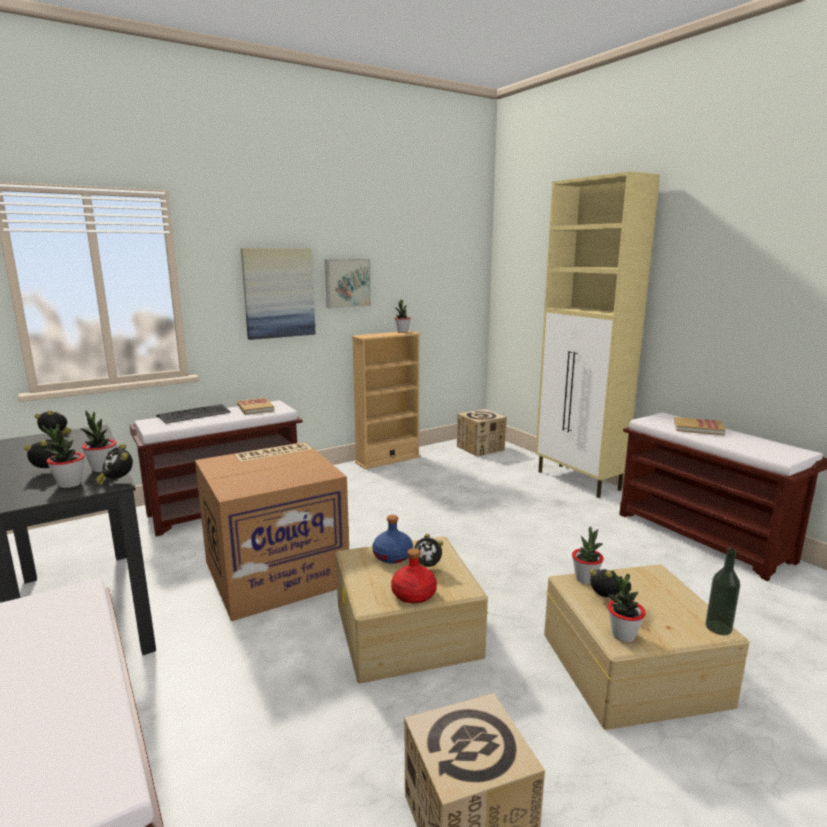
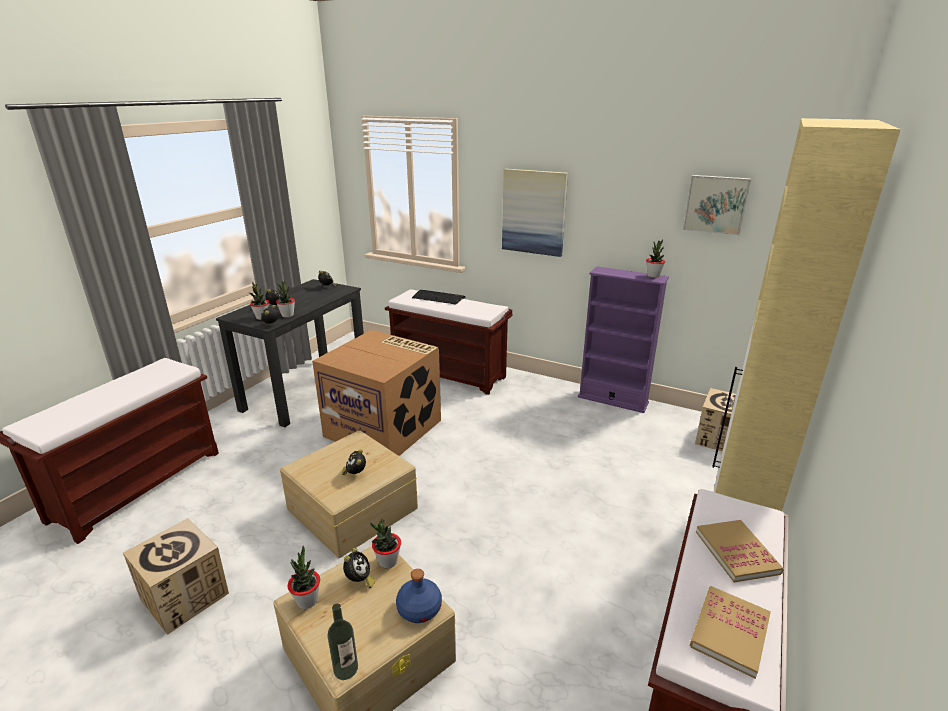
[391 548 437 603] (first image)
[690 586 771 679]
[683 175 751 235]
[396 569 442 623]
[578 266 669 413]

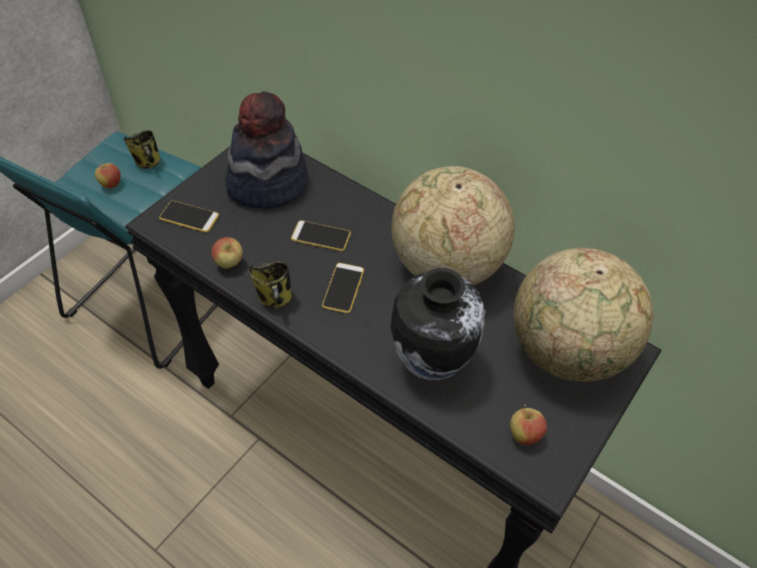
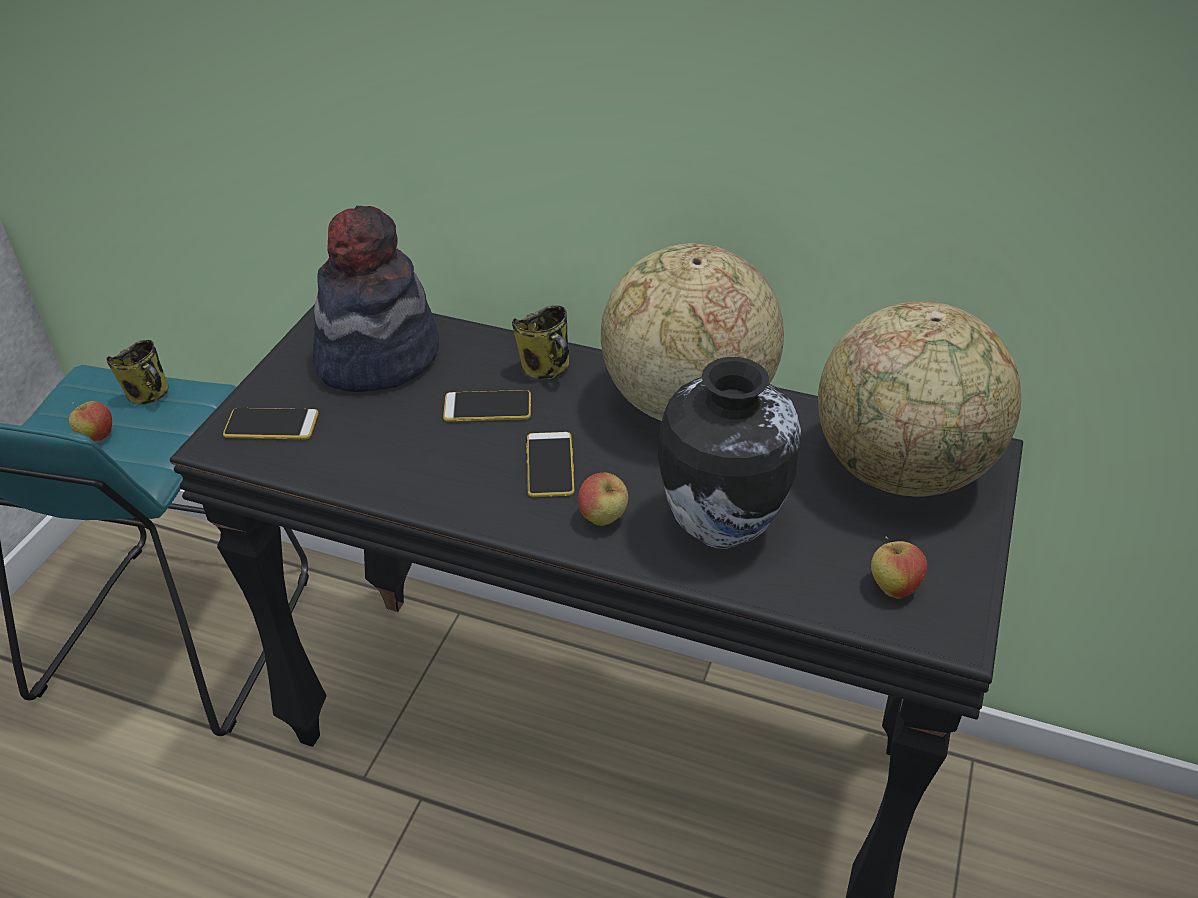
[578 473 628 526]
[512 305 569 380]

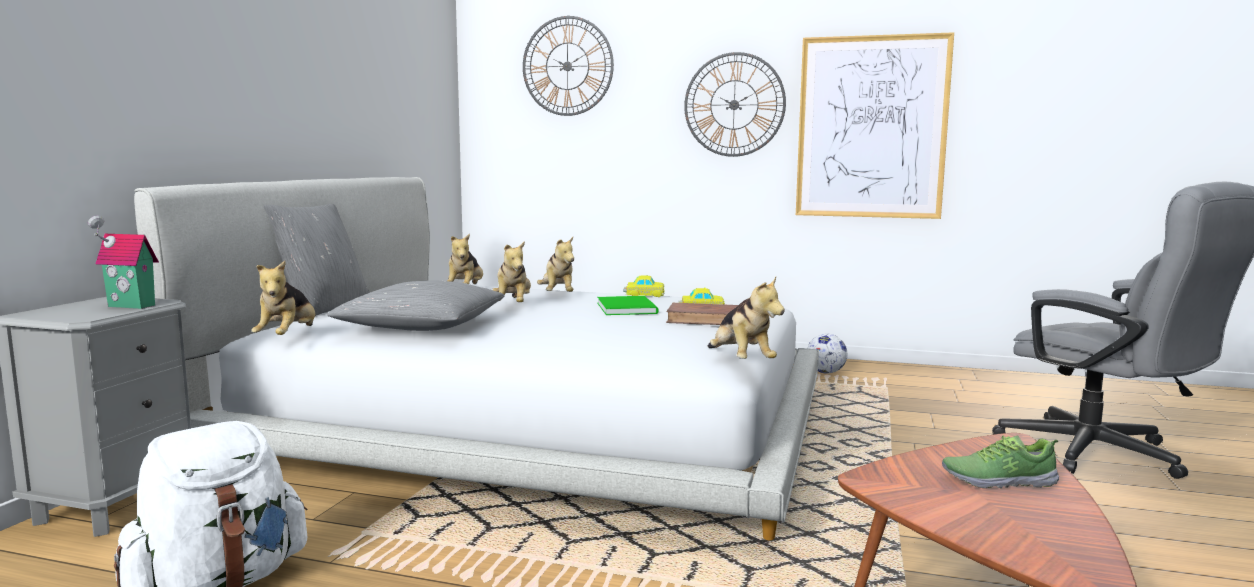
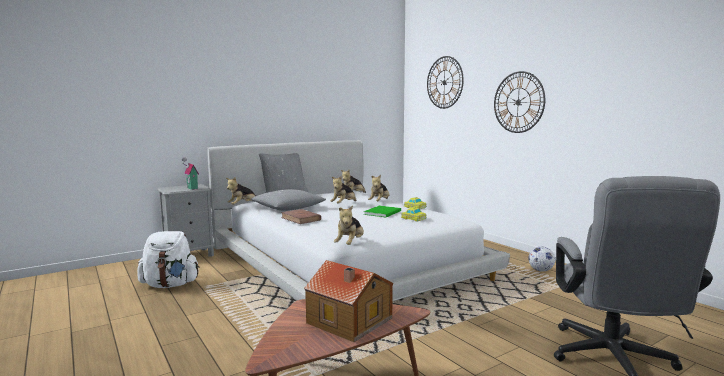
[796 32 954 219] (first image)
[281 209 321 224]
[304 260 393 342]

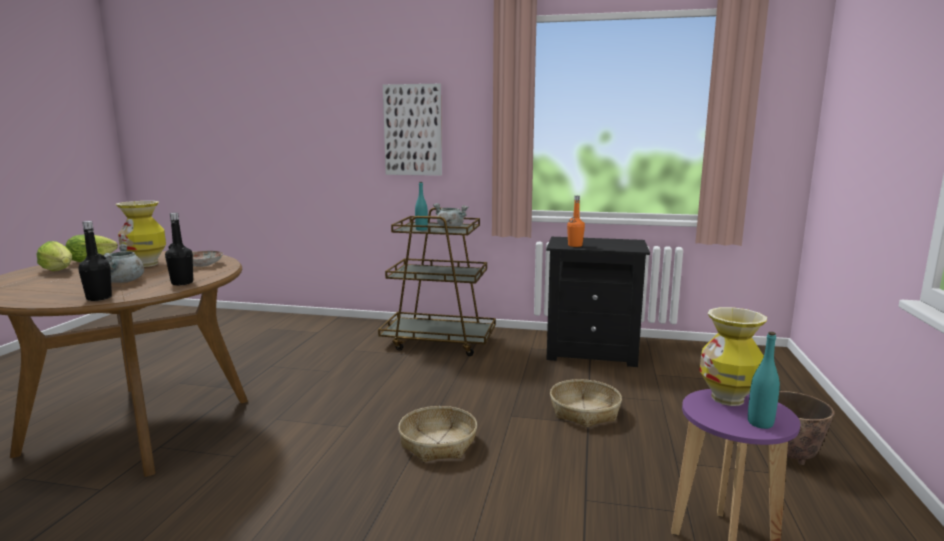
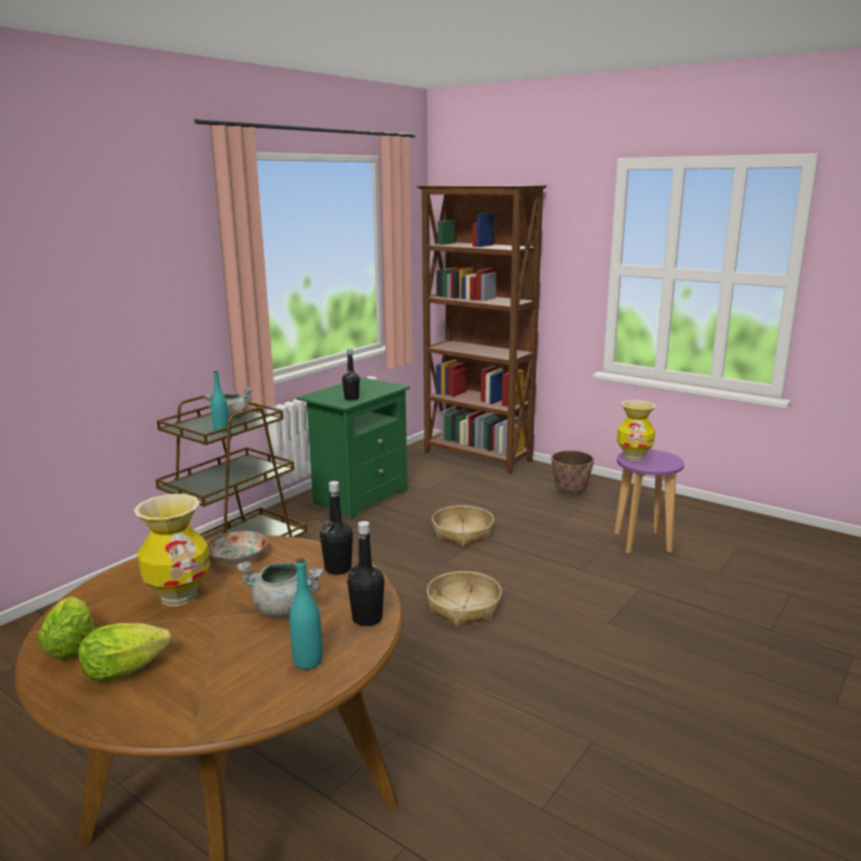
[383 84 442 176] (first image)
[416 185 547 474]
[289 557 322 670]
[297 377 410 520]
[342 349 360 401]

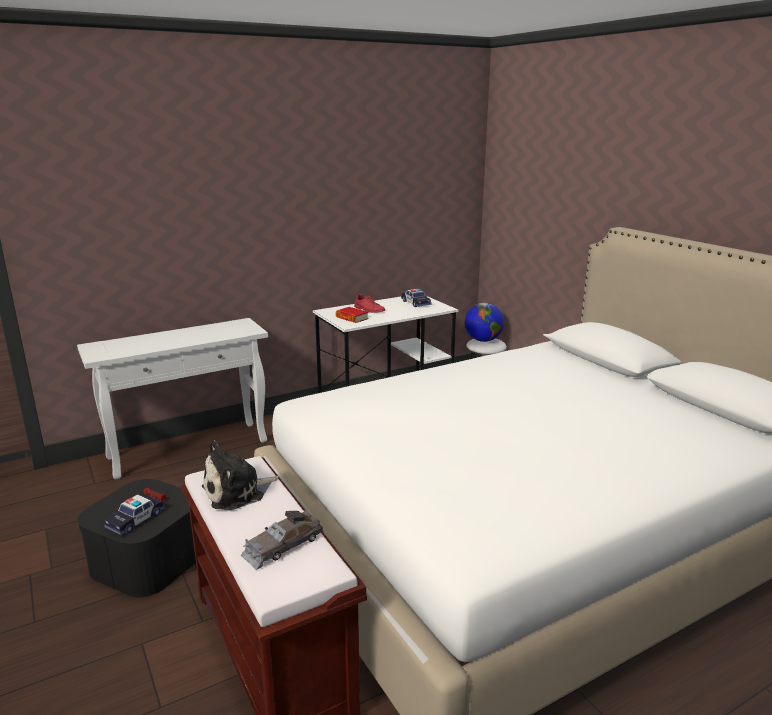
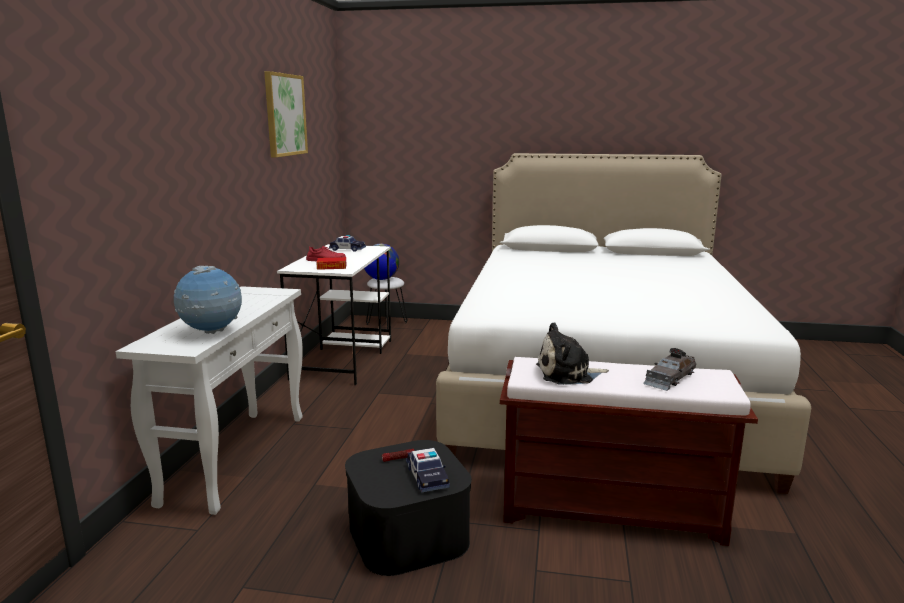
[174 266 242 334]
[264 71 308 157]
[536 322 609 385]
[643 348 696 391]

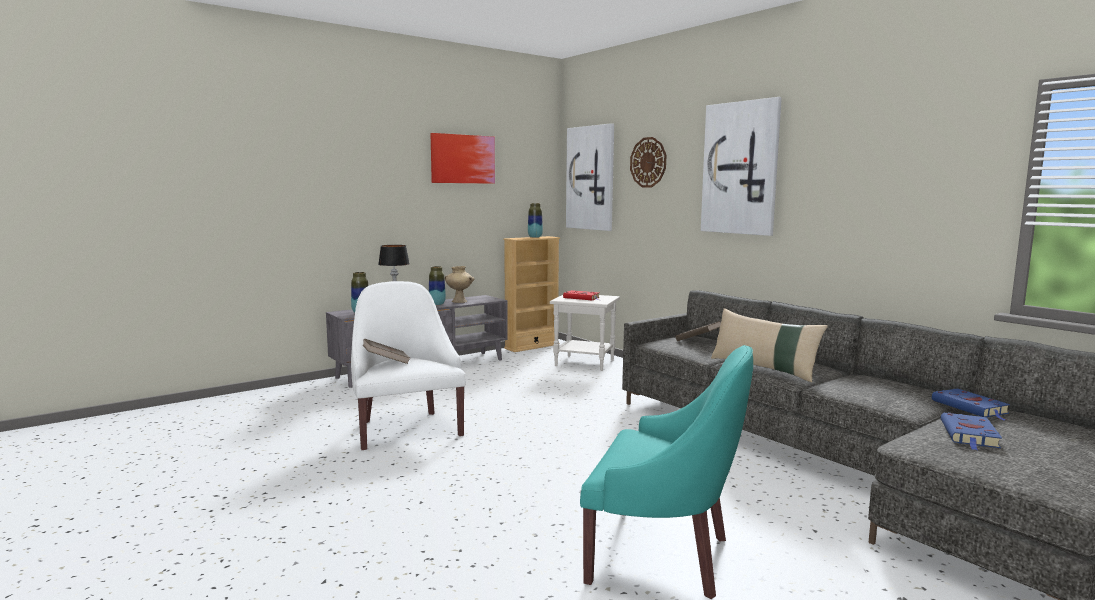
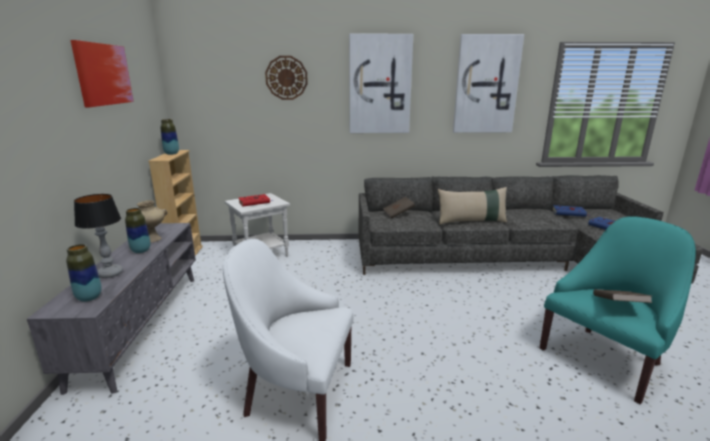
[593 289 652 303]
[453 34 524 133]

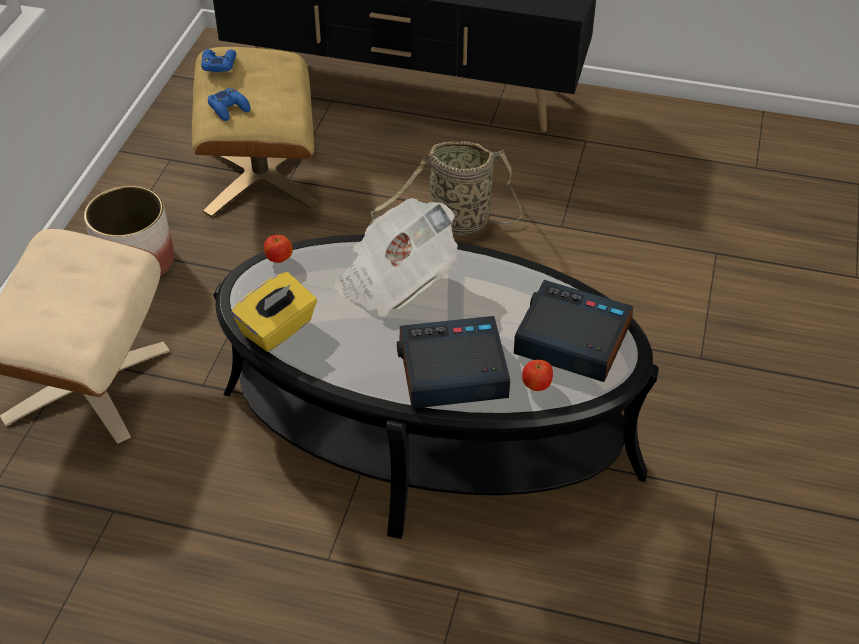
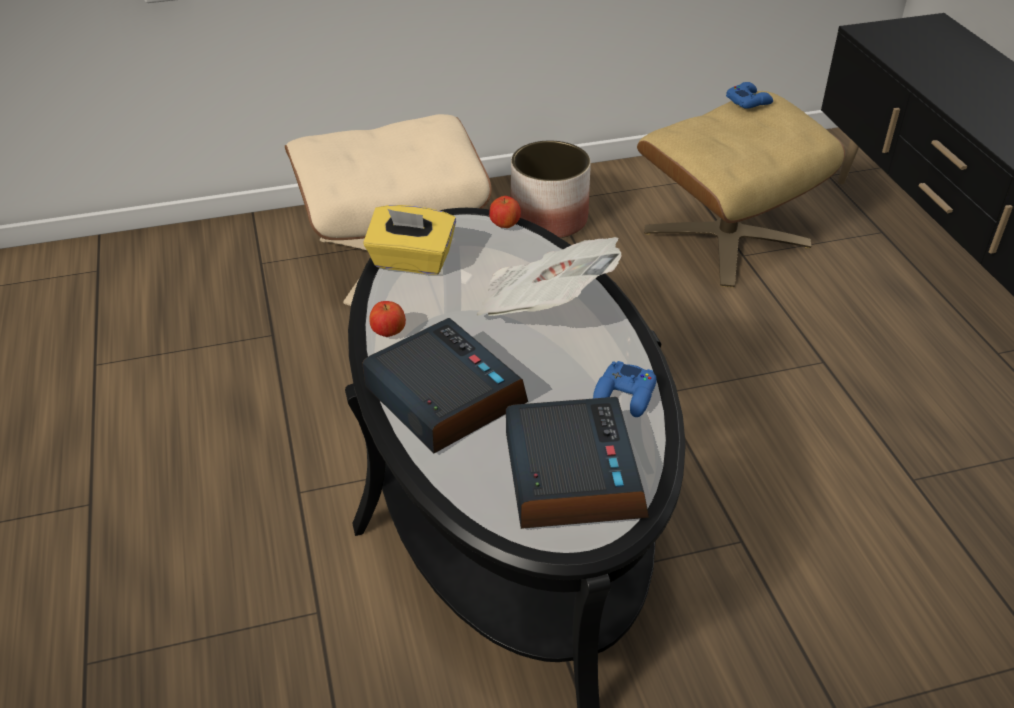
[371 141 522 235] (first image)
[593 361 657 417]
[369 301 406 337]

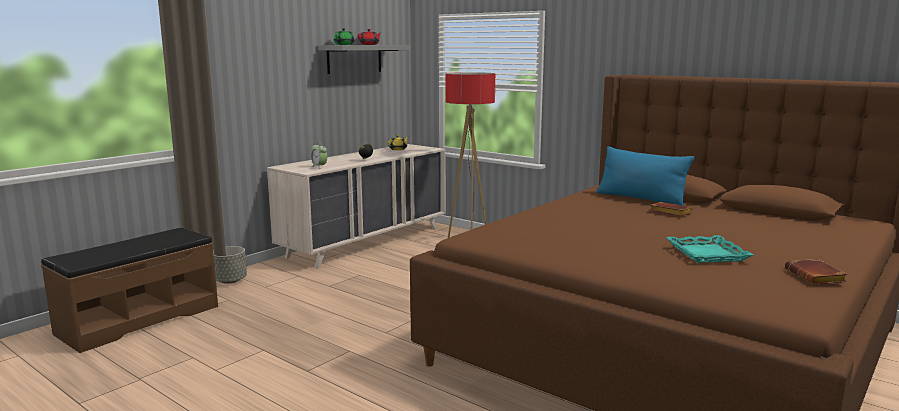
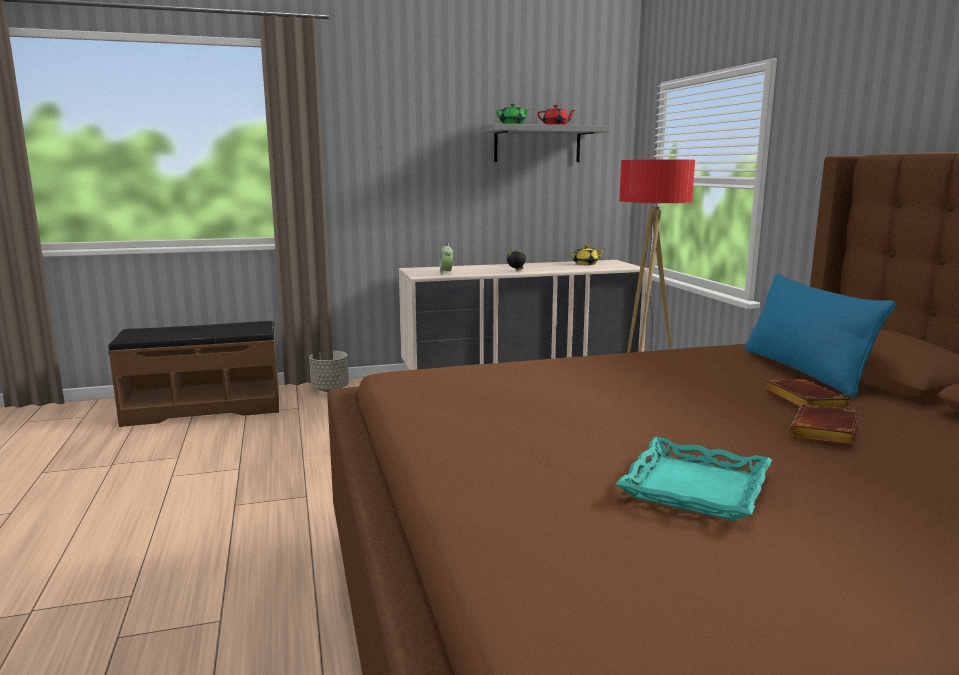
[790 404 859 446]

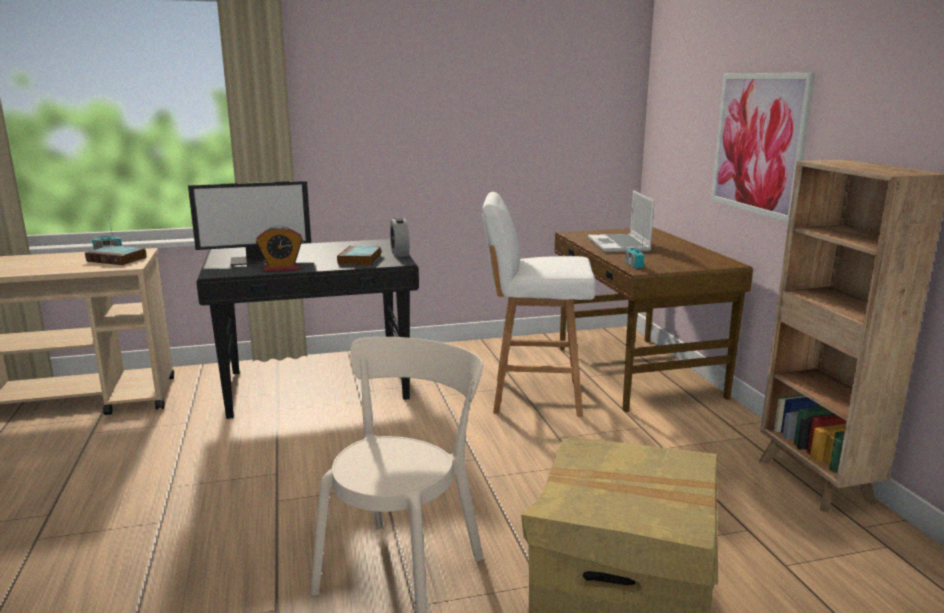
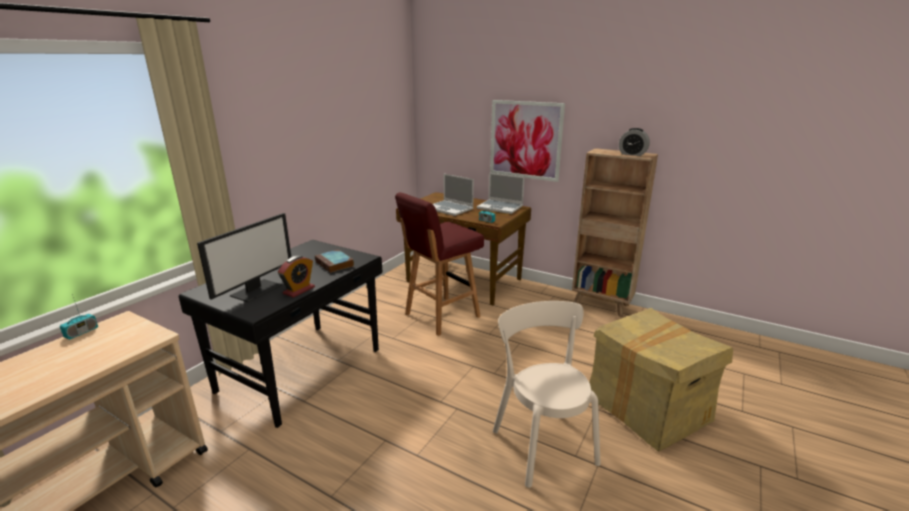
[85 245 147 265] (first image)
[477 173 525 214]
[619 128 650 156]
[395 192 484 336]

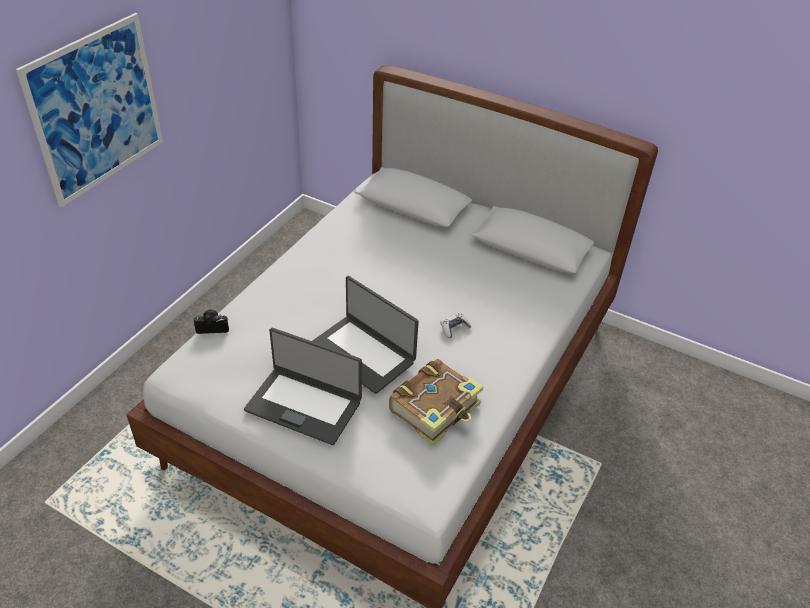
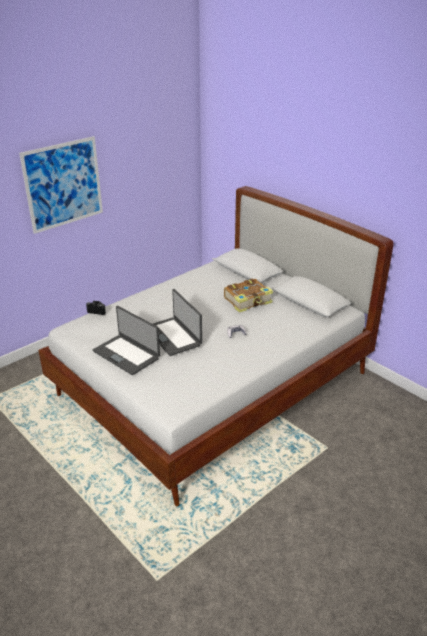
[224 279 273 313]

